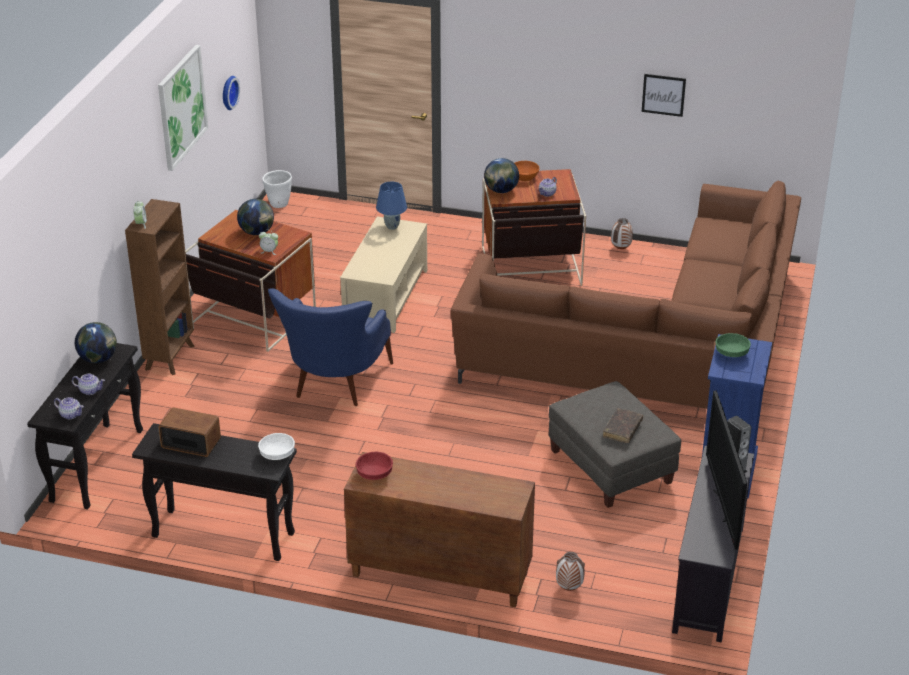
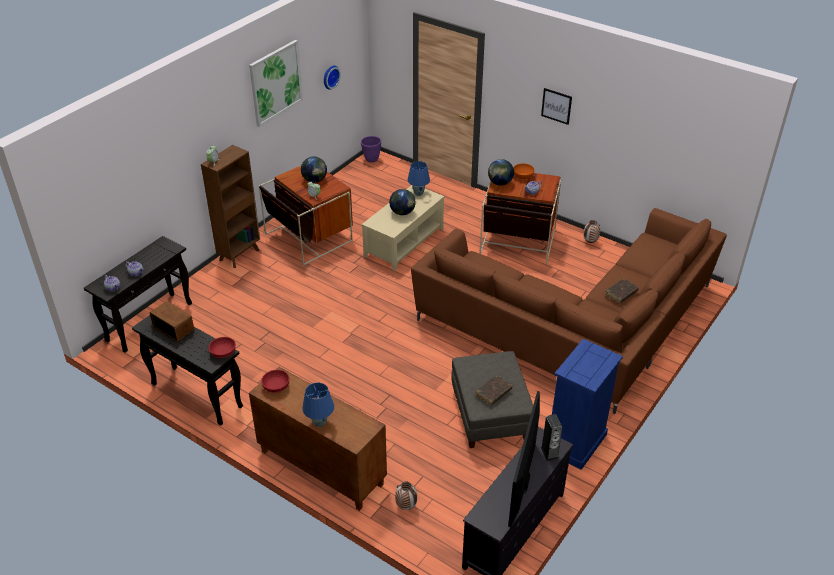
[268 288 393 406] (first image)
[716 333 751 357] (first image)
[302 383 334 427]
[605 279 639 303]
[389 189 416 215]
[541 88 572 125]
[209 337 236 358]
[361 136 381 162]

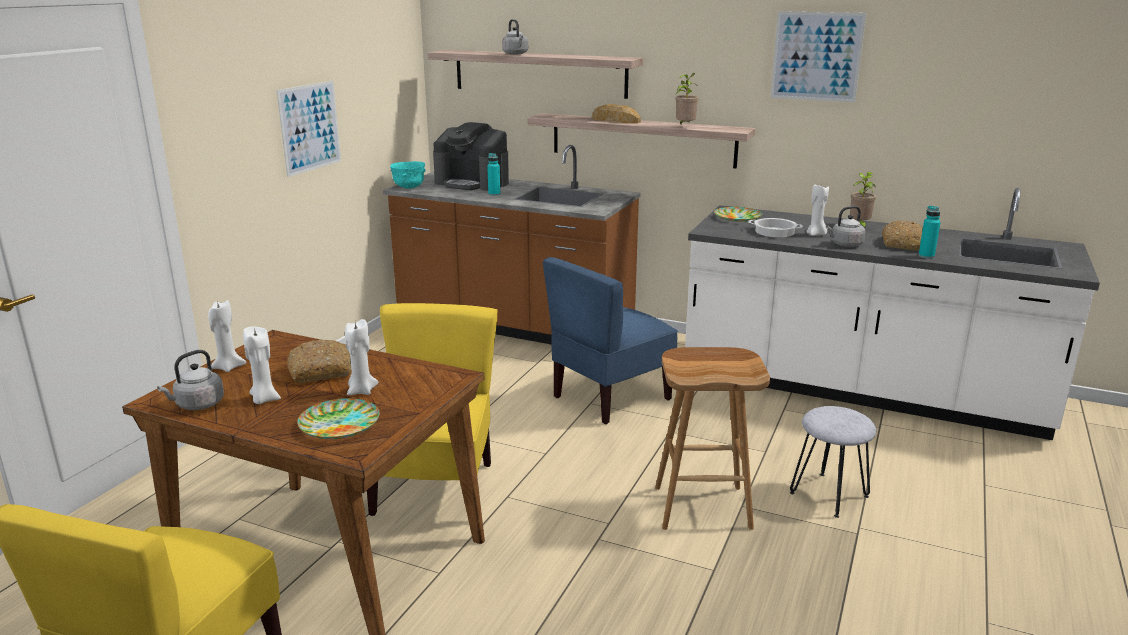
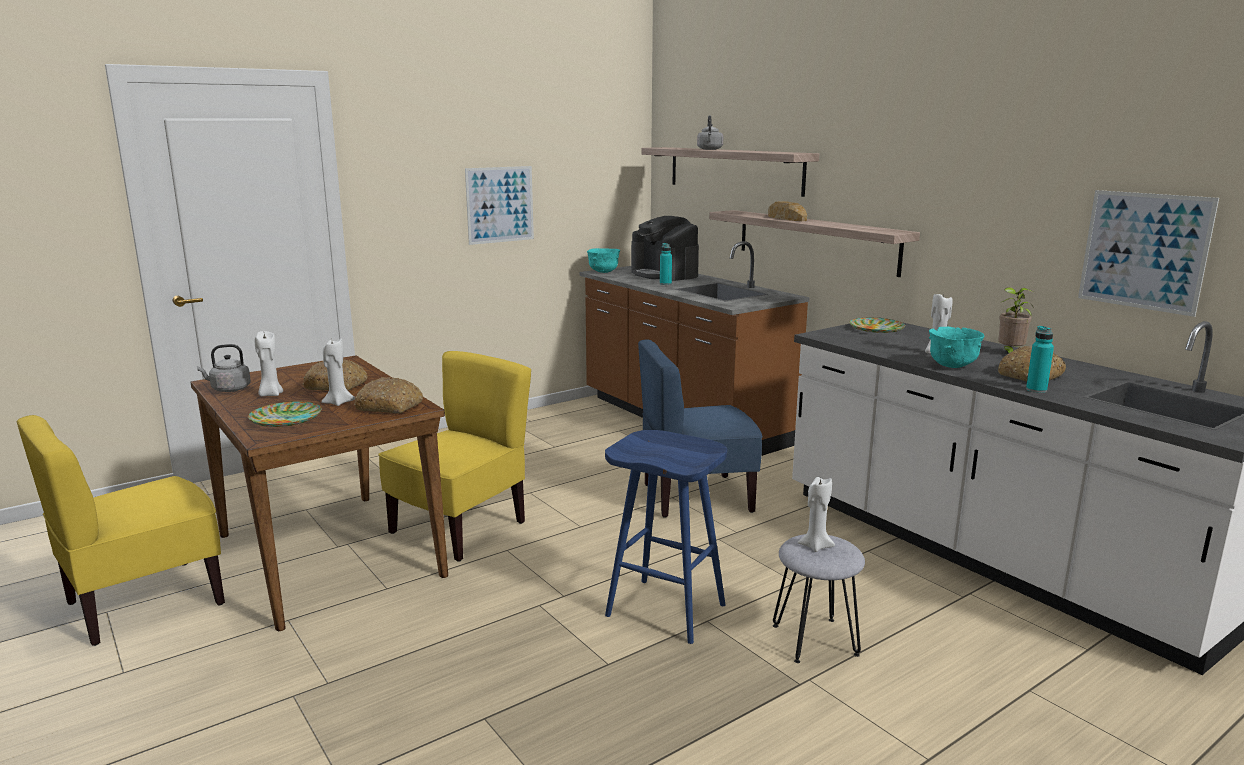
[675 73 699 124] (first image)
[748 218 803 238] (first image)
[354 377 423 414]
[798 477 835 552]
[1078 190 1219 317]
[929 327 984 368]
[605 430 727 644]

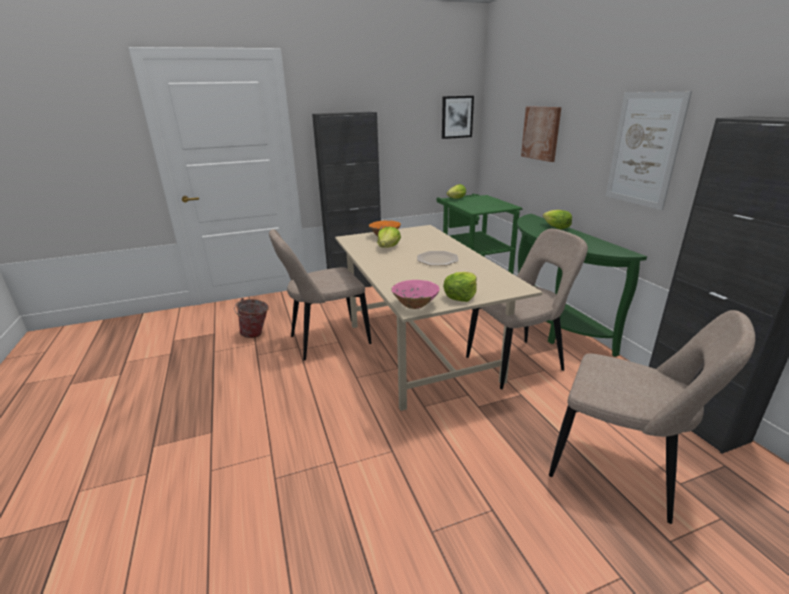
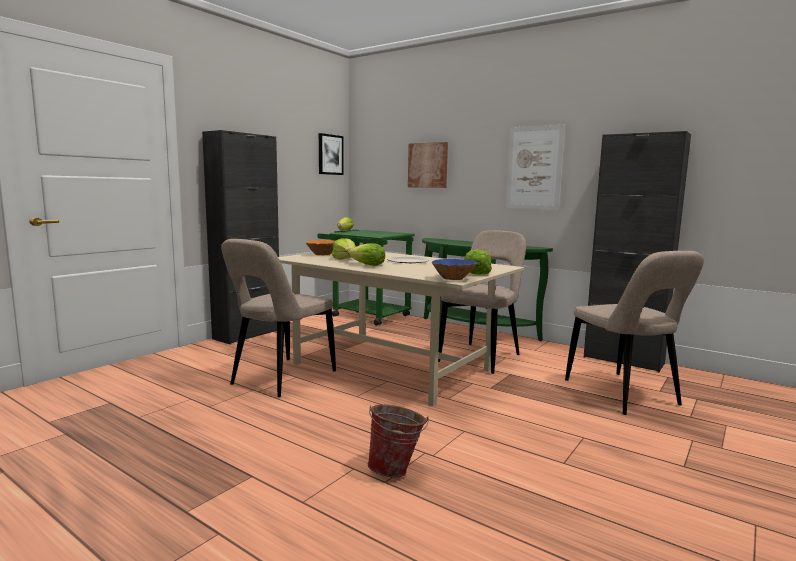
[368 405 428 478]
[349 243 385 266]
[432 259 477 280]
[565 251 704 415]

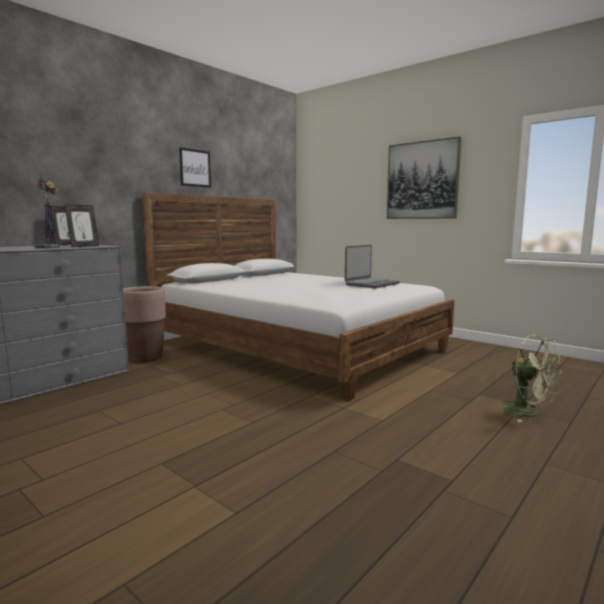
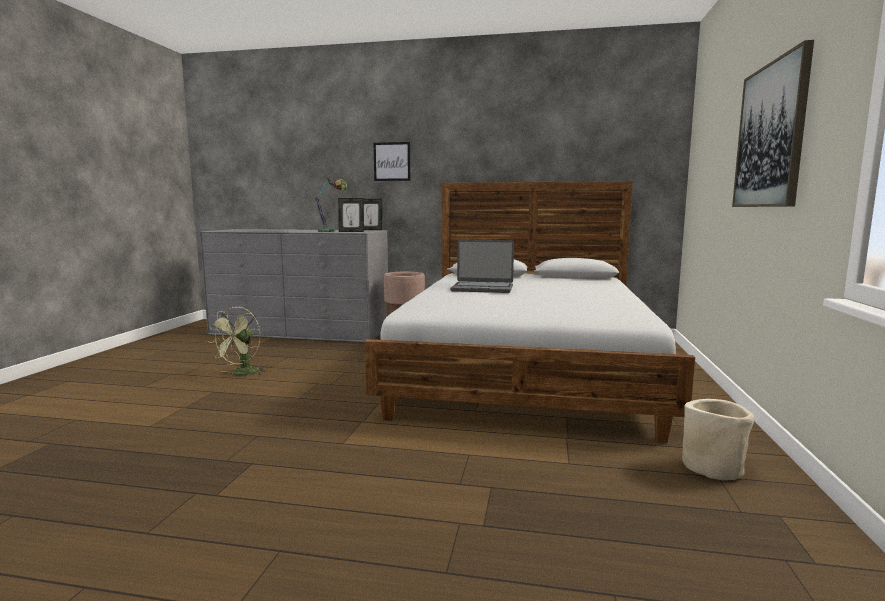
[682 399 754 480]
[374 142 410 181]
[450 240 514 293]
[208 306 267 375]

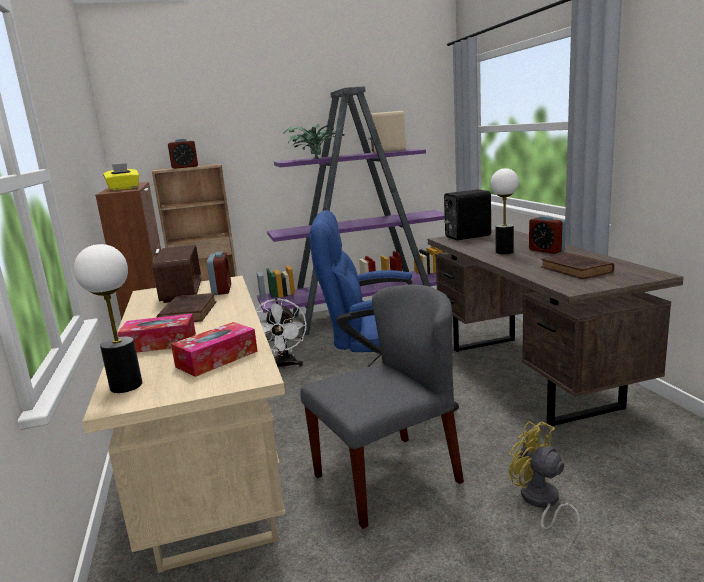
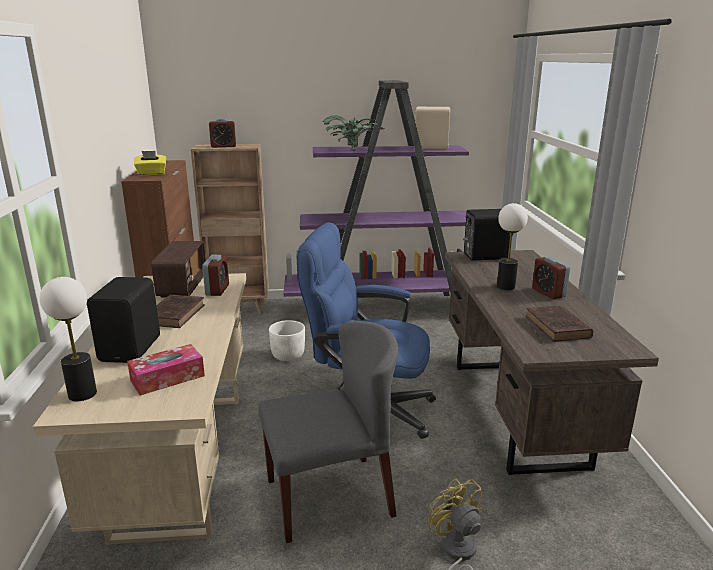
[87 277 160 363]
[269 320 305 361]

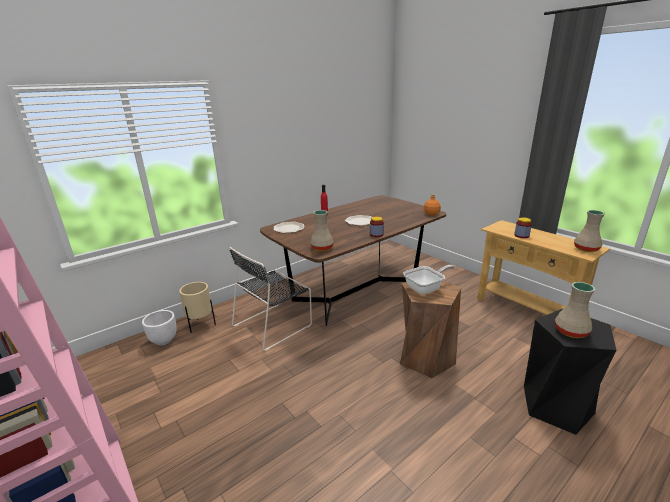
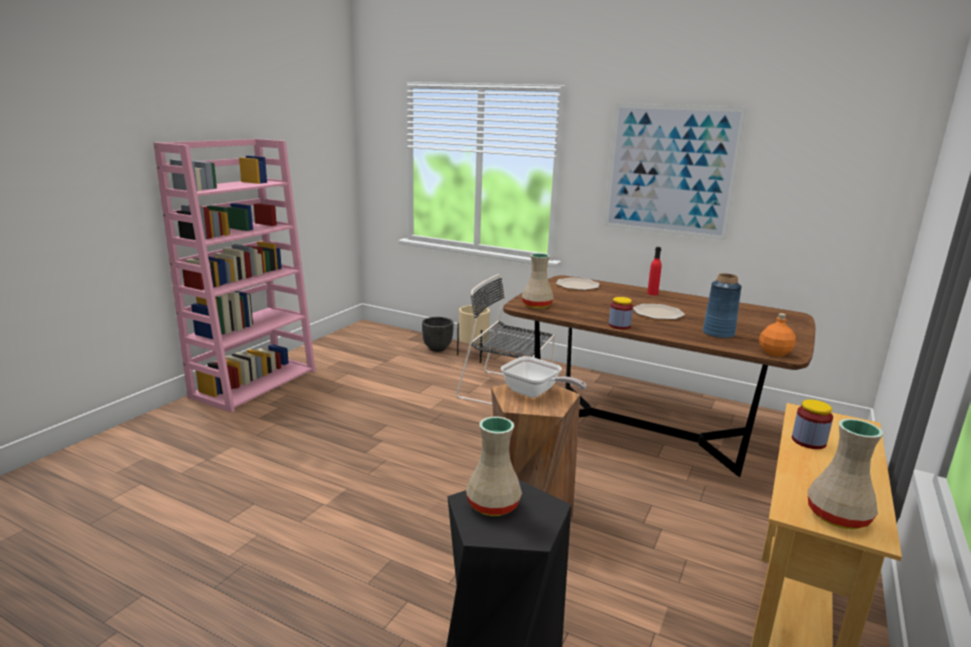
[604 103 747 240]
[703 273 742 339]
[422 317 454 352]

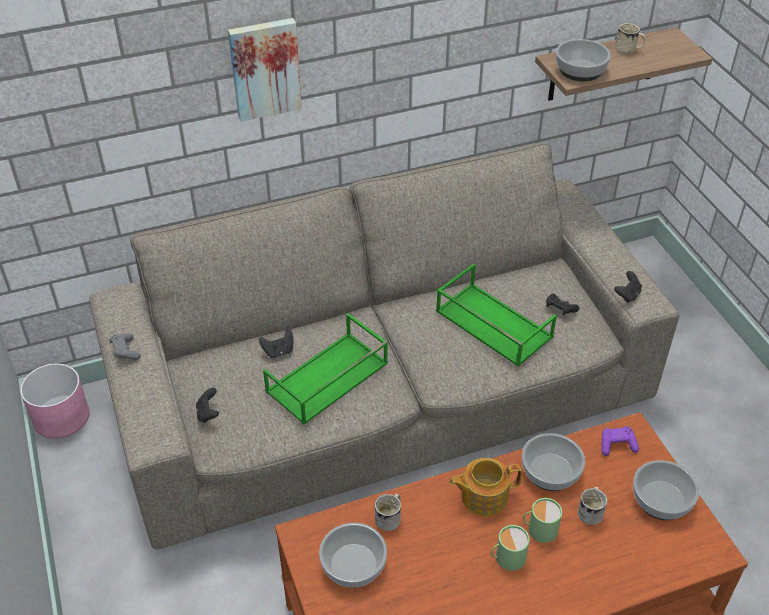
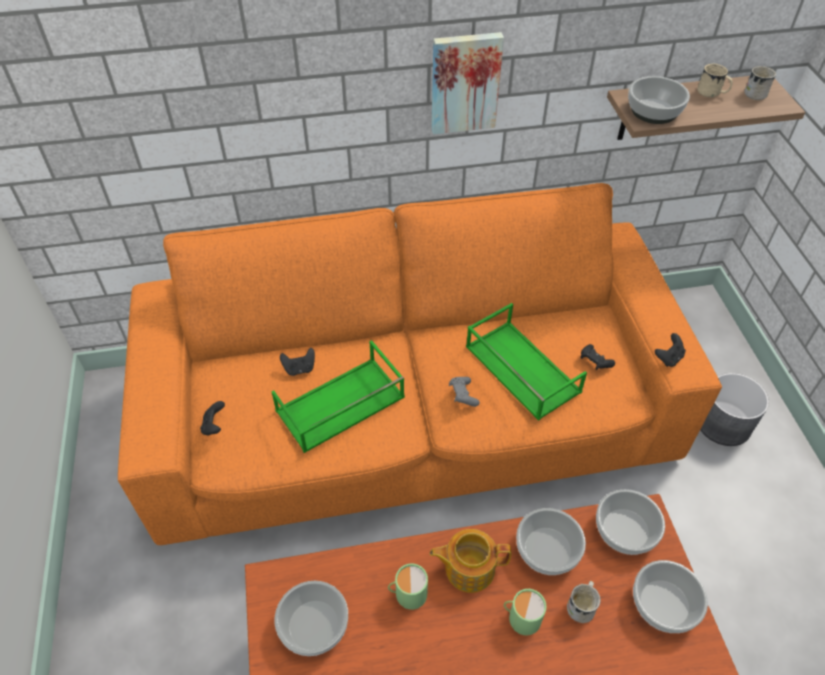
[20 363 90 439] (first image)
[700 373 769 446]
[449 377 480 407]
[431 32 504 134]
[744 66 776 100]
[388 563 428 610]
[596 489 665 555]
[118 183 722 545]

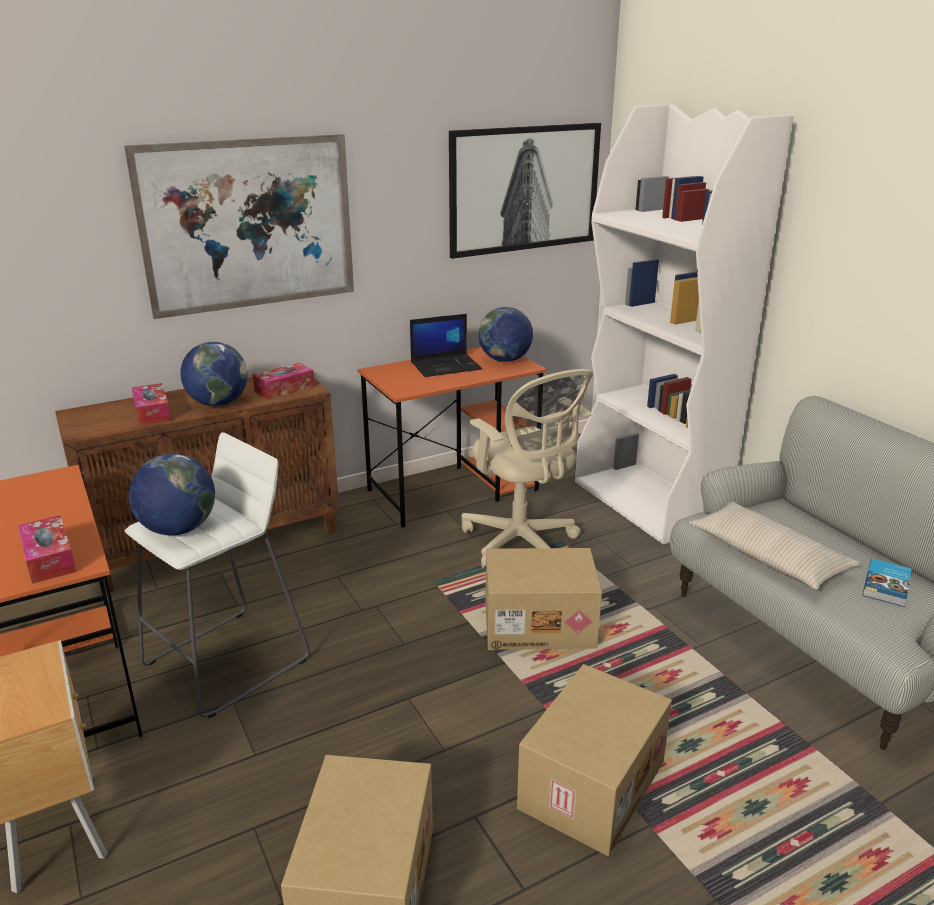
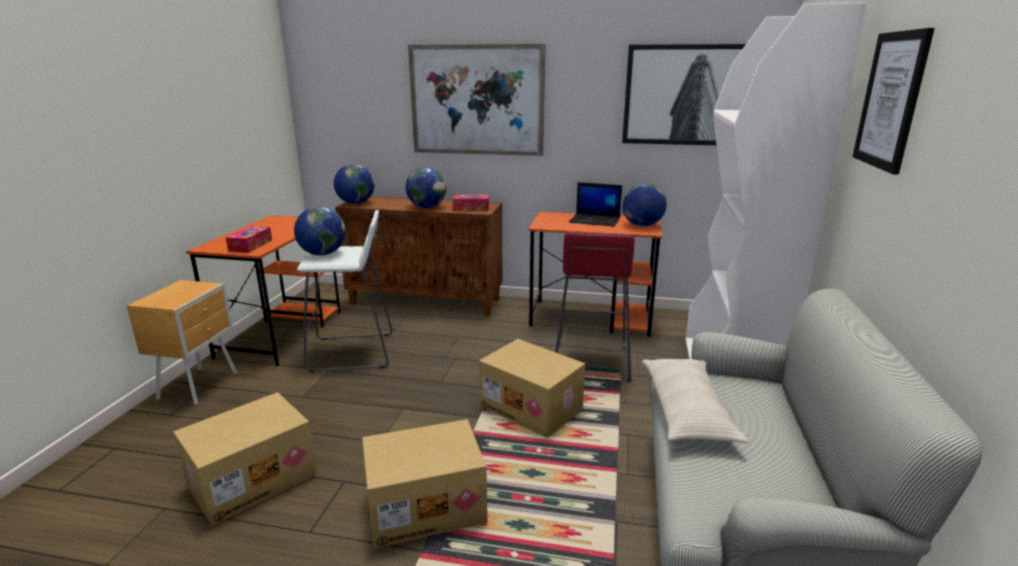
[132 383 171 426] (first image)
[863 558 912 607] (first image)
[334 164 374 204]
[853 28 935 175]
[555 232 635 382]

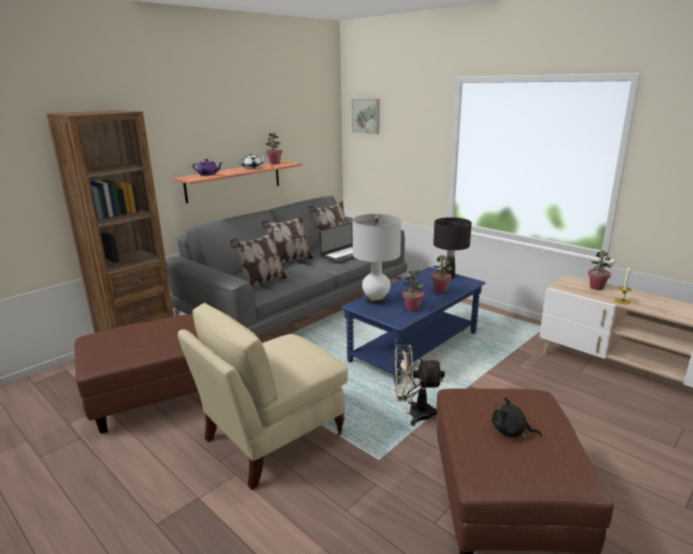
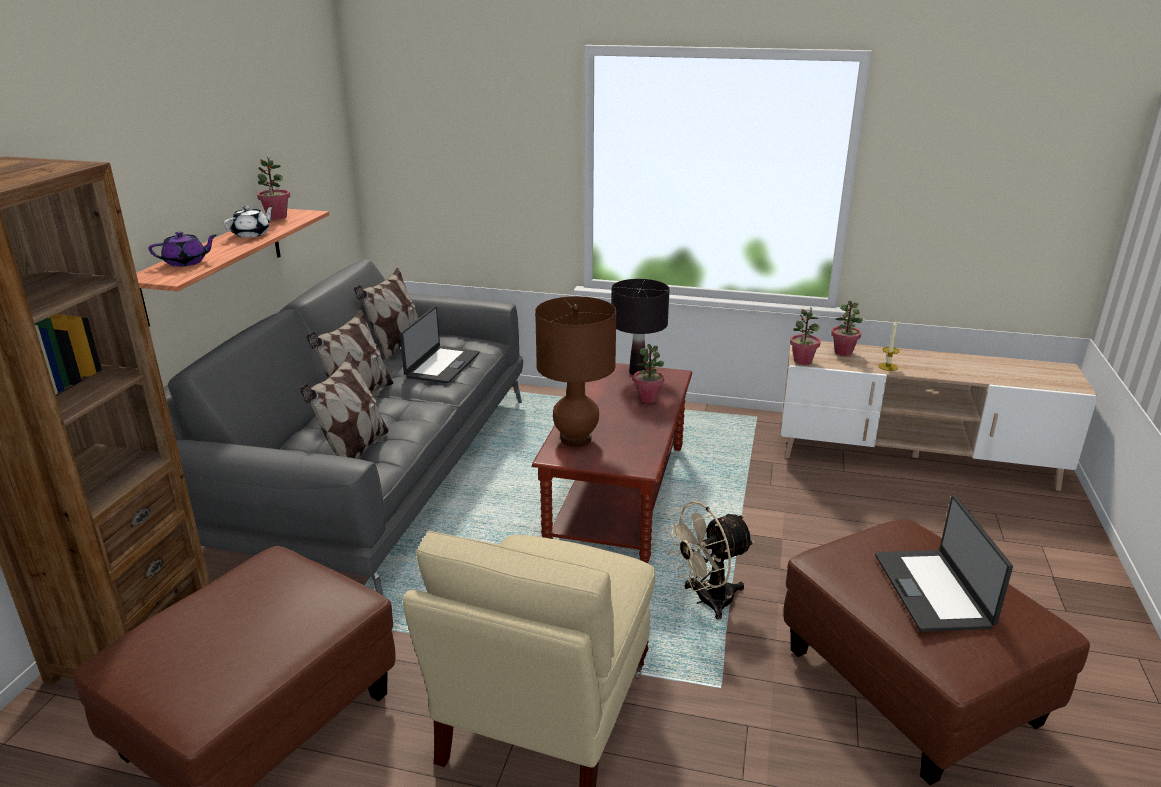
[352 99 380 134] (first image)
[790 308 821 365]
[875 495 1013 632]
[532 363 692 563]
[535 296 617 447]

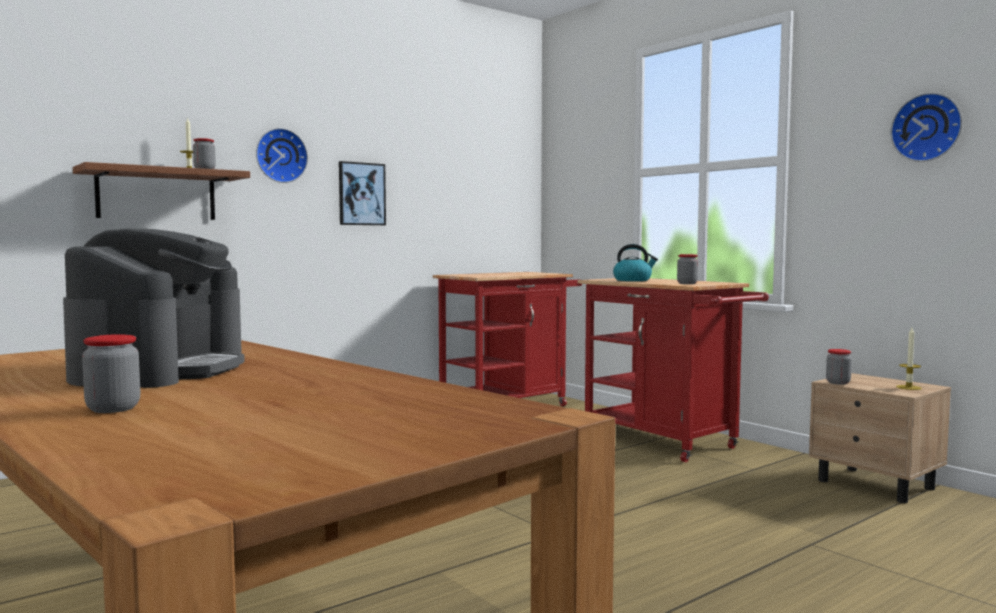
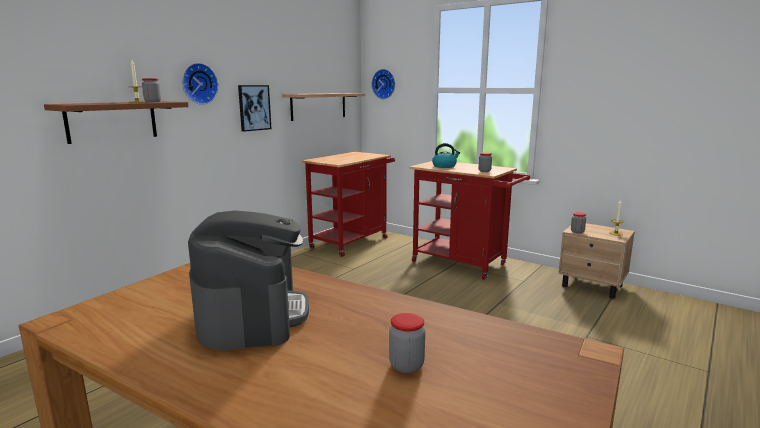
[282 93 365 121]
[389 313 425 373]
[372 69 395 99]

